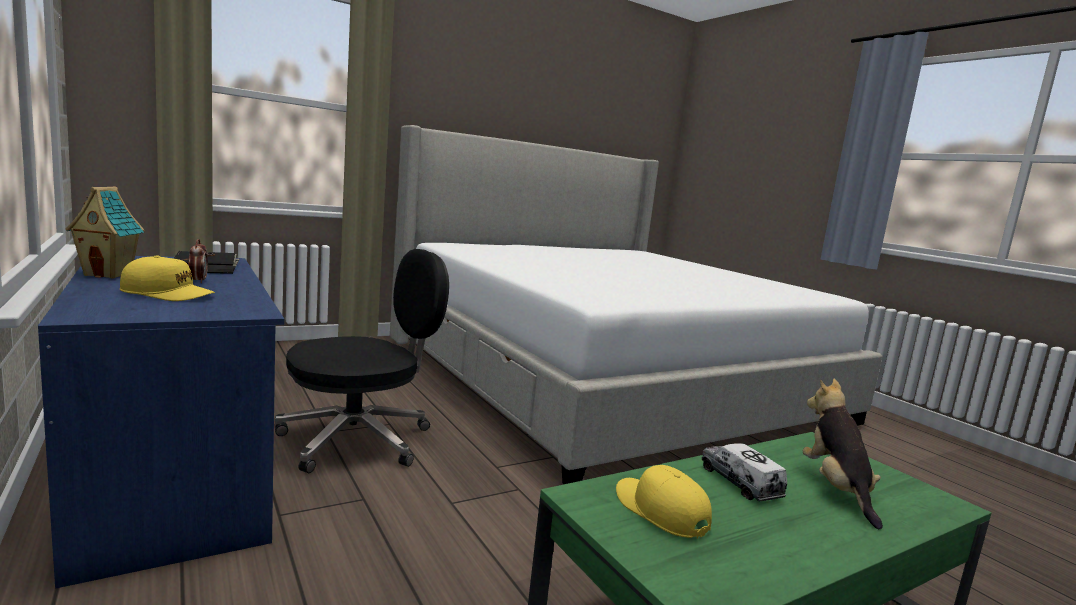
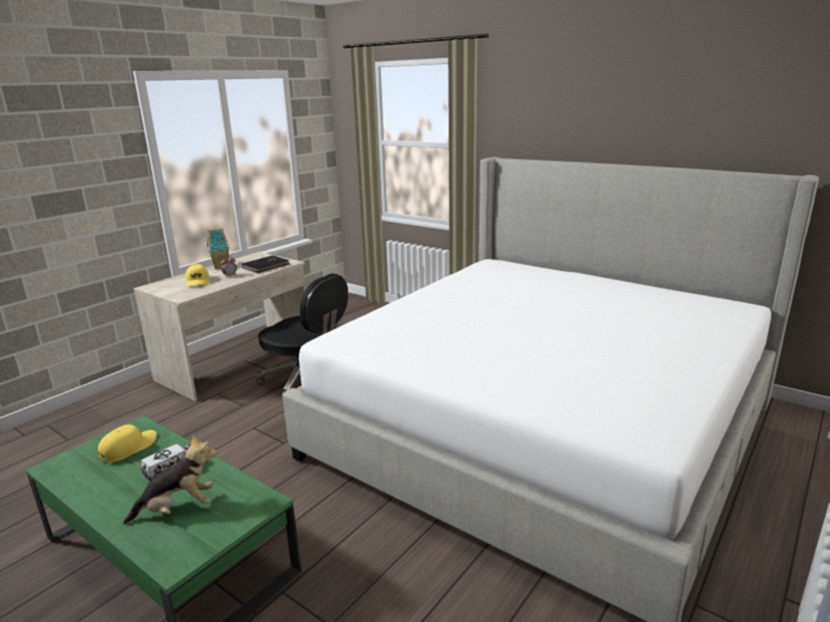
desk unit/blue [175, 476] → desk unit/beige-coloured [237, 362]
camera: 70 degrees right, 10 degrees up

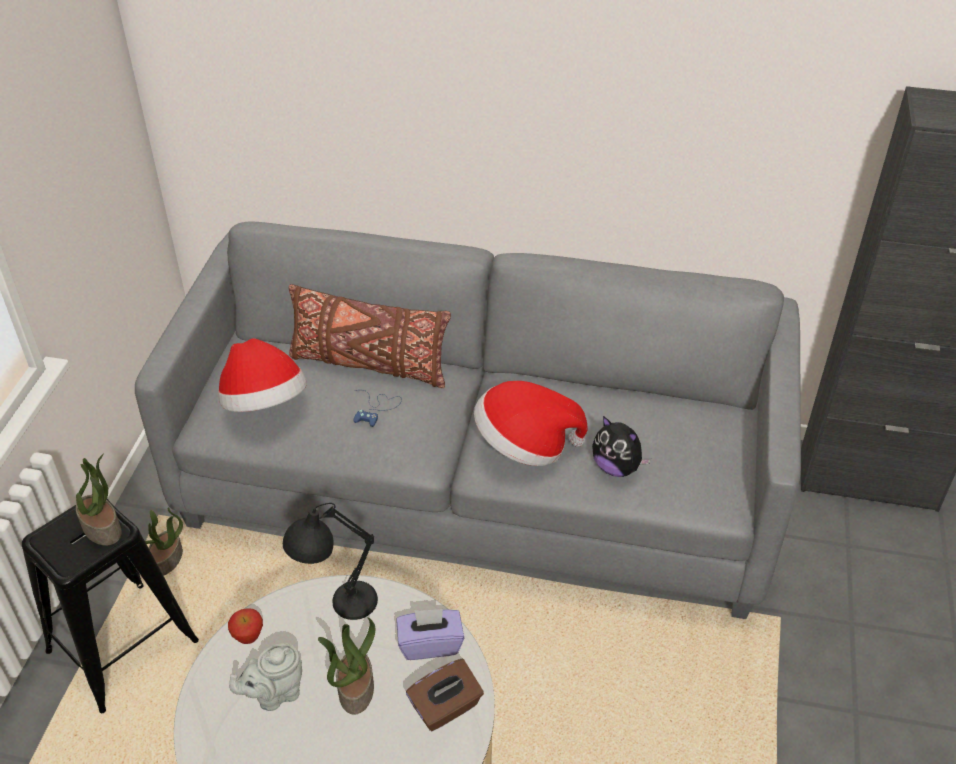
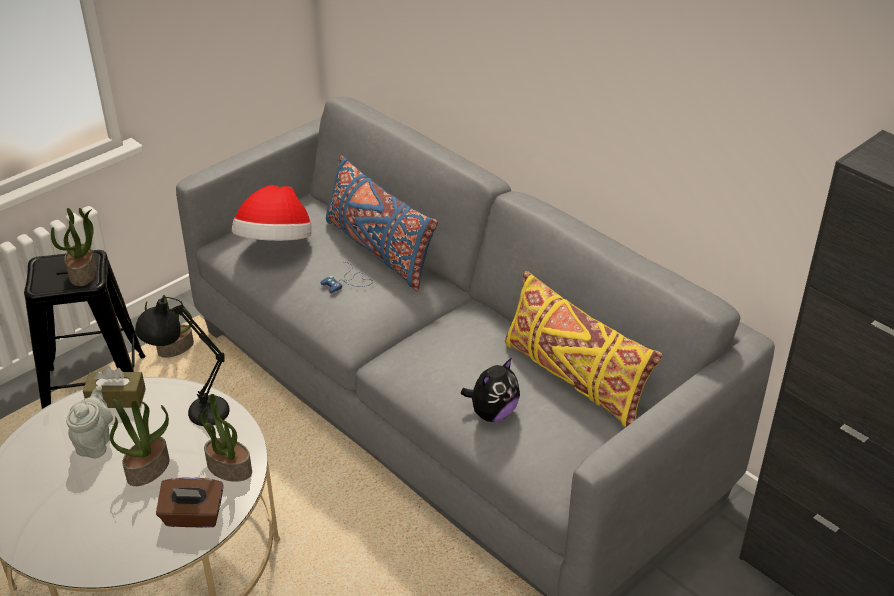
apple [248, 638] → box of tissues/brown [116, 398]
tea pot/greyish [274, 694] → tea pot/greyish [95, 442], 90 degrees clockwise
cushion/brown [369, 364] → cushion/blue [379, 250]
box of tissues/purplish [430, 644] → plant in a pot [228, 468]
wearable hat [525, 445] → -
plush toy [617, 467] → plush toy [492, 413], 120 degrees counterclockwise
- → cushion/yellowish [574, 379]
camera: 35 degrees right, 5 degrees down

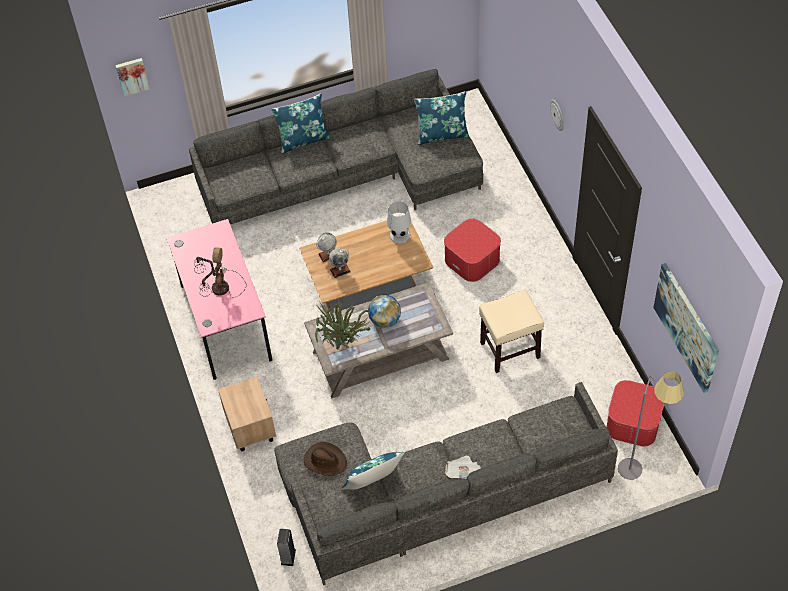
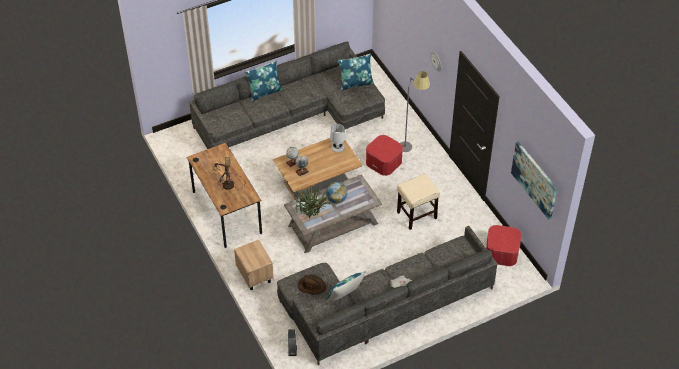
wall picture [132, 76] → -
desk unit/pinkish [225, 322] → desk unit/brown [227, 212]
standard lamp/greyish [641, 468] → standard lamp/greyish [411, 146], shifted
camera: 10 degrees left, 5 degrees down

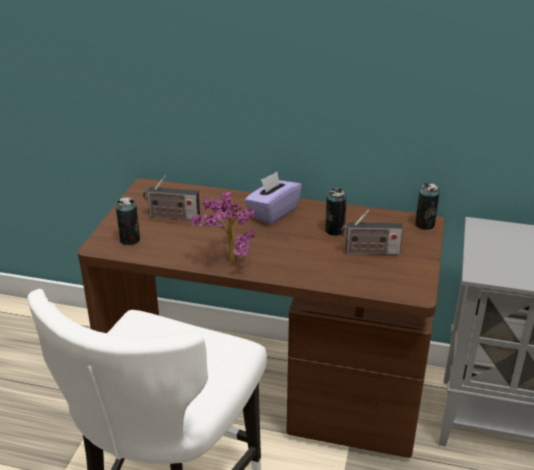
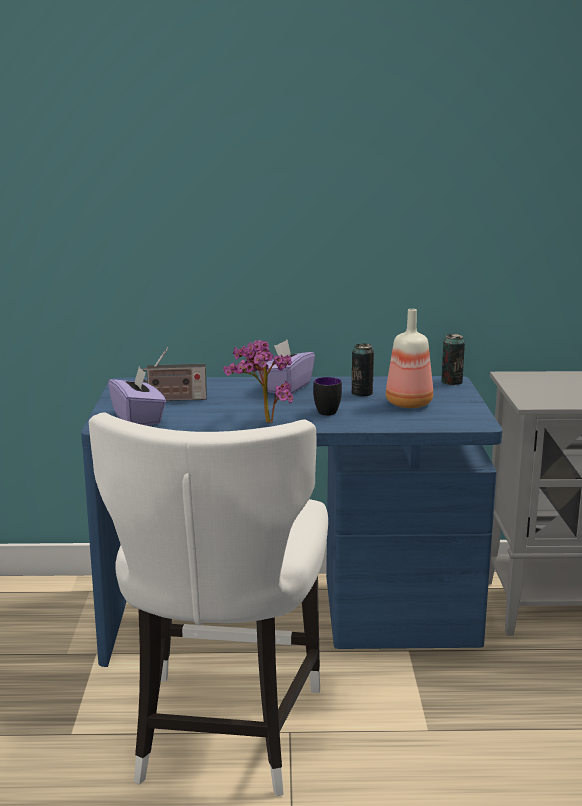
desk unit/brown [267, 389] → desk unit/blue [290, 617]
metal can [130, 240] → box of tissues/purplish [138, 418]
radio [369, 252] → drink bottle [409, 403]
- → mug [327, 411]
camera: 15 degrees left, 15 degrees down

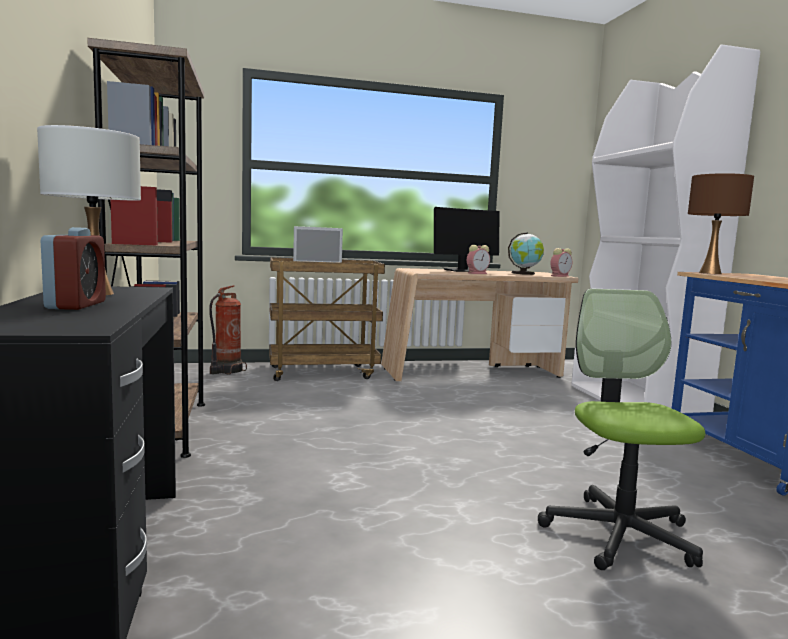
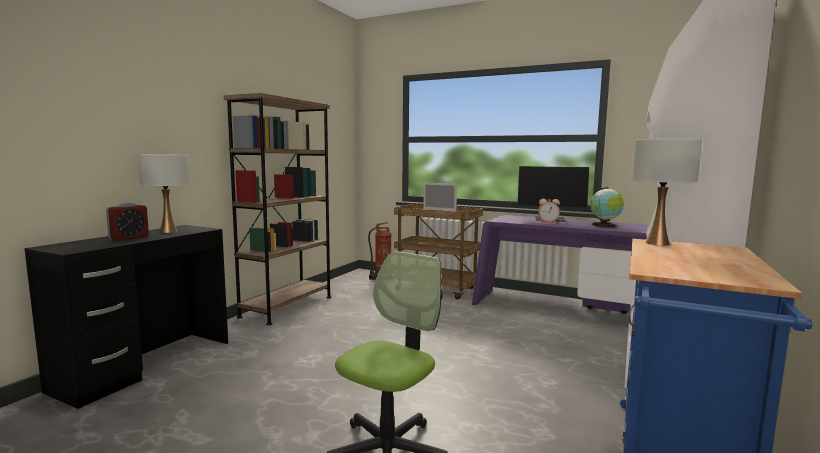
desk unit/beige-coloured [473, 373] → desk unit/purplish [554, 309]
table clock [560, 276] → -
table lamp/brown [710, 273] → table lamp/whitish [657, 243]
camera: 40 degrees right, 0 degrees up

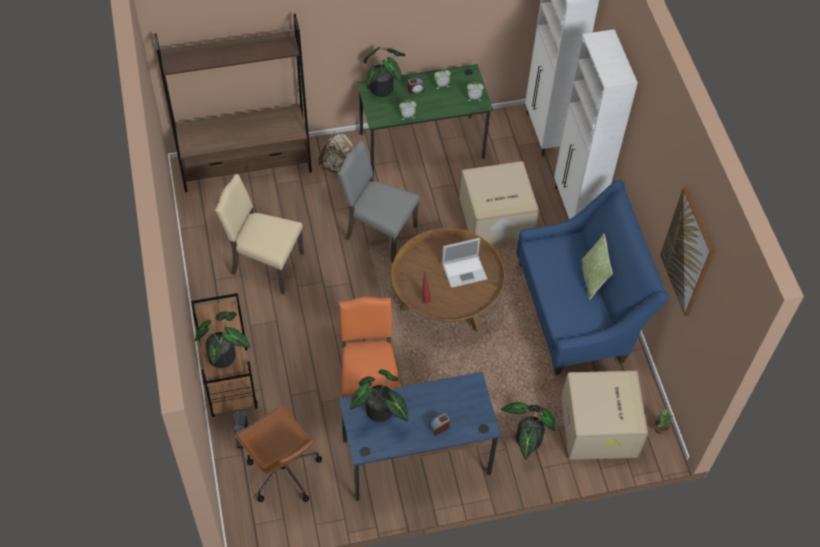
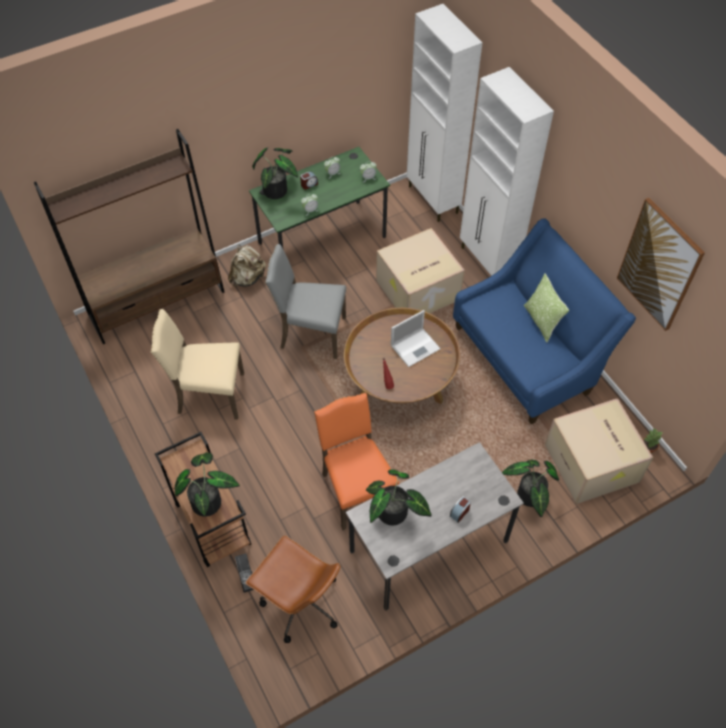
desk unit/blue [416, 457] → desk unit/greyish [429, 546]
camera: 15 degrees left, 0 degrees up

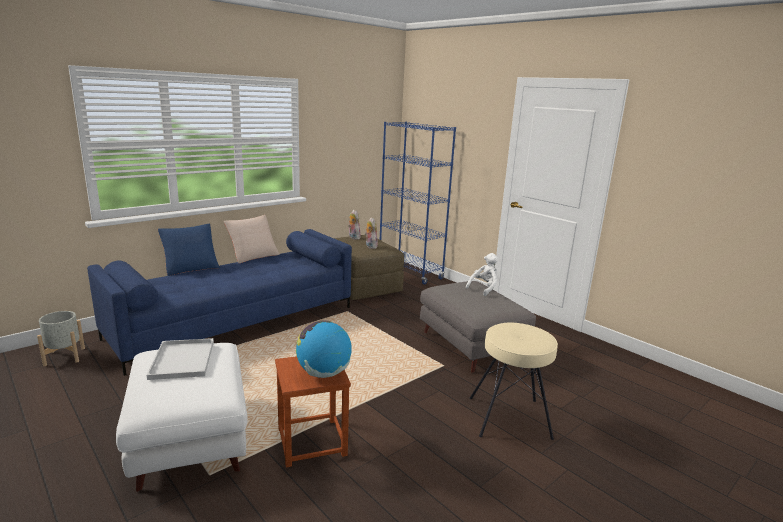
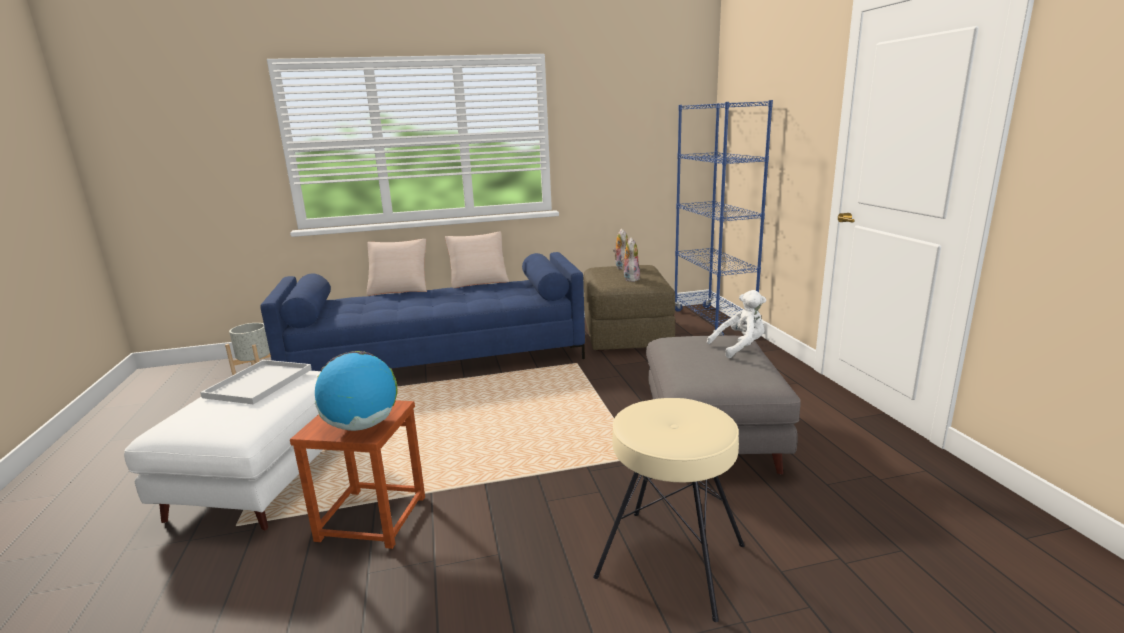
cushion/blue [191, 267] → cushion/beige-coloured [400, 289]
camera: 30 degrees right, 0 degrees up

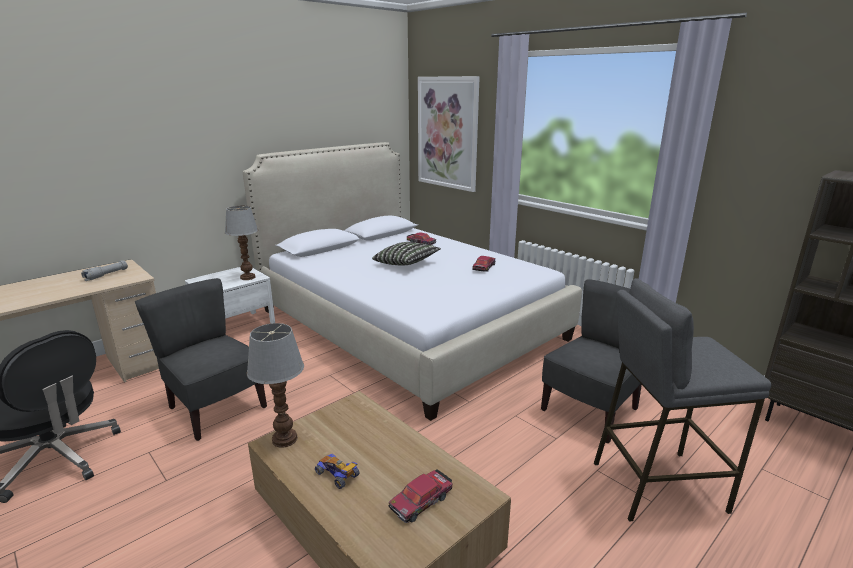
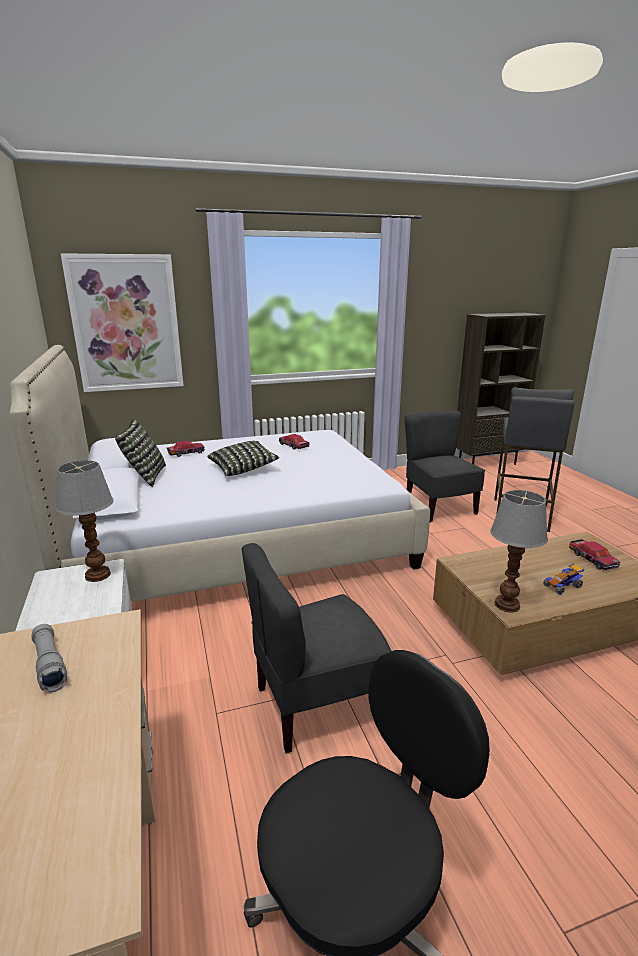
- → cushion [144, 476]
camera: 65 degrees left, 0 degrees up

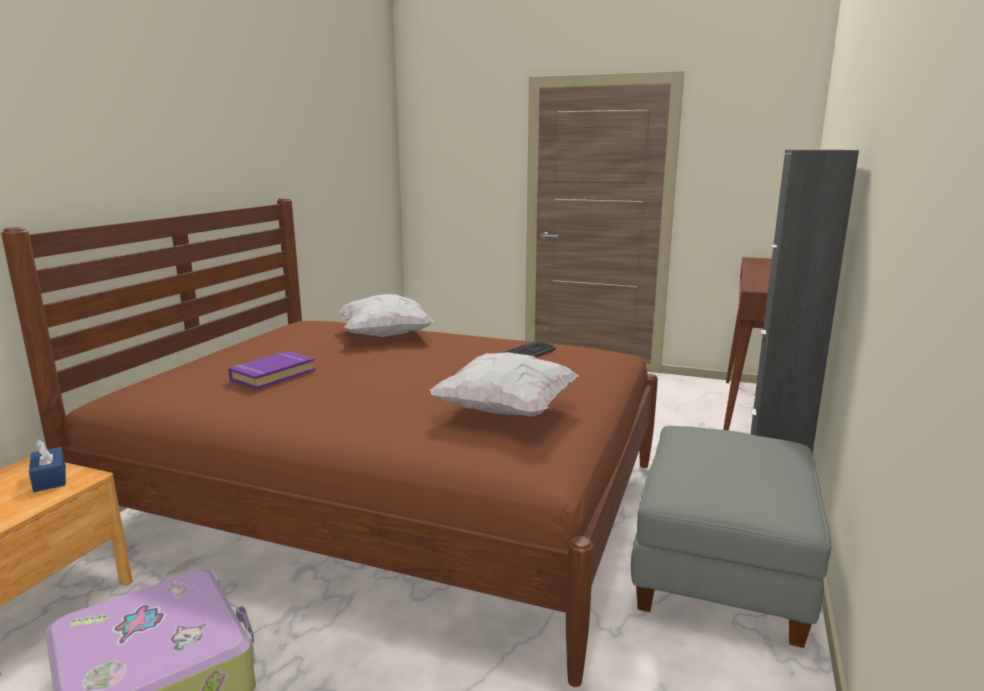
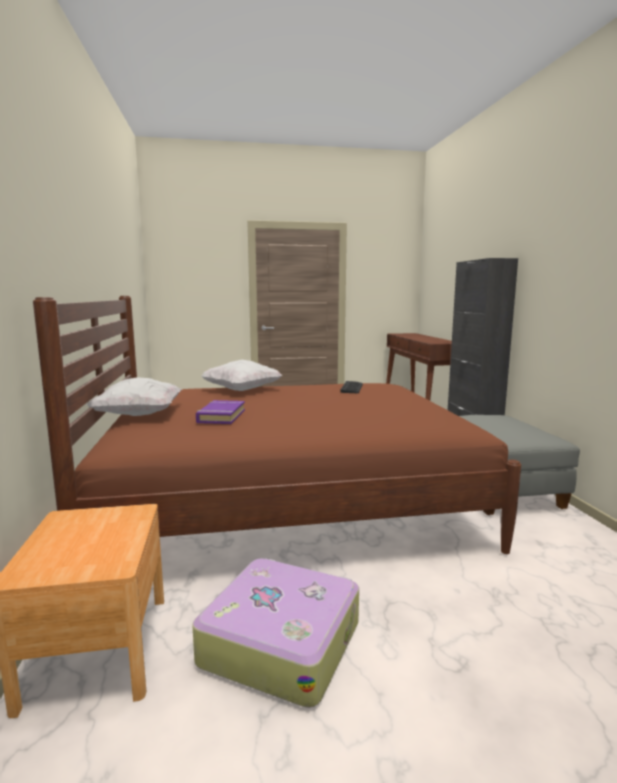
box of tissues/blue [50, 478] → -
cushion/whitish [506, 411] → cushion/whitish [139, 415], shifted
camera: 30 degrees left, 5 degrees down

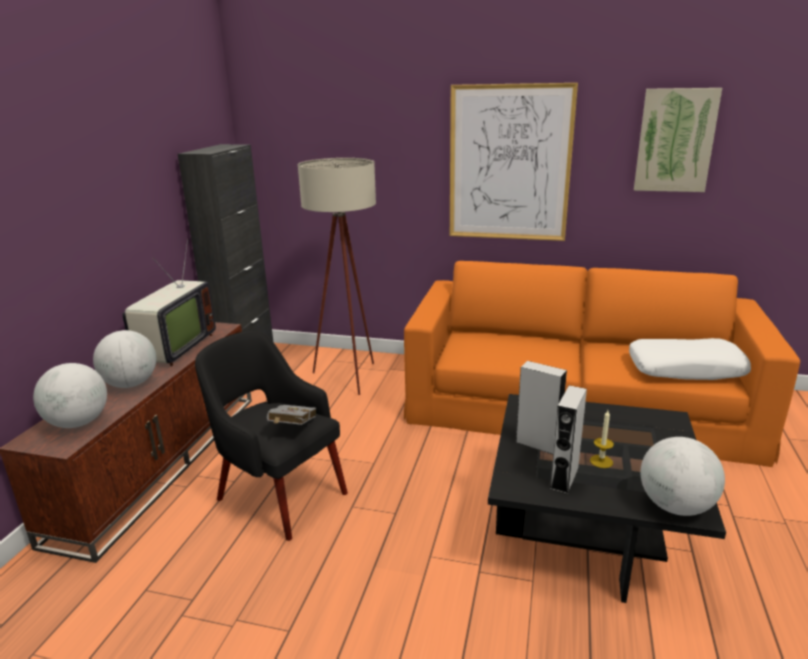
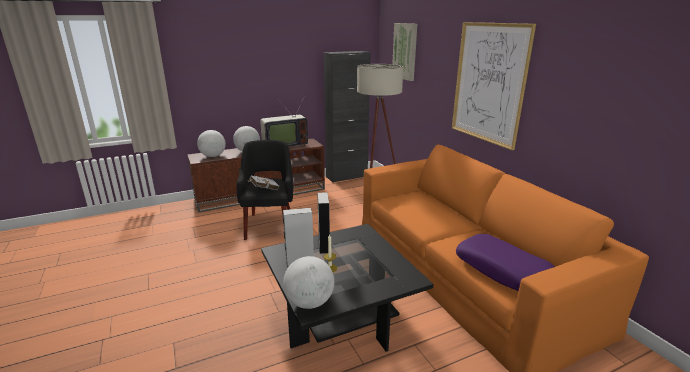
cushion/whitish [685, 369] → cushion/purplish [502, 270]
wall picture [675, 140] → wall picture [405, 51], shifted
camera: 50 degrees right, 0 degrees up

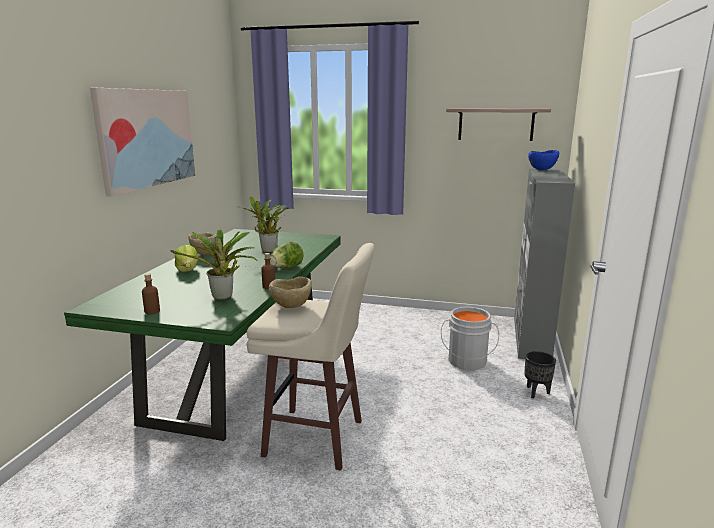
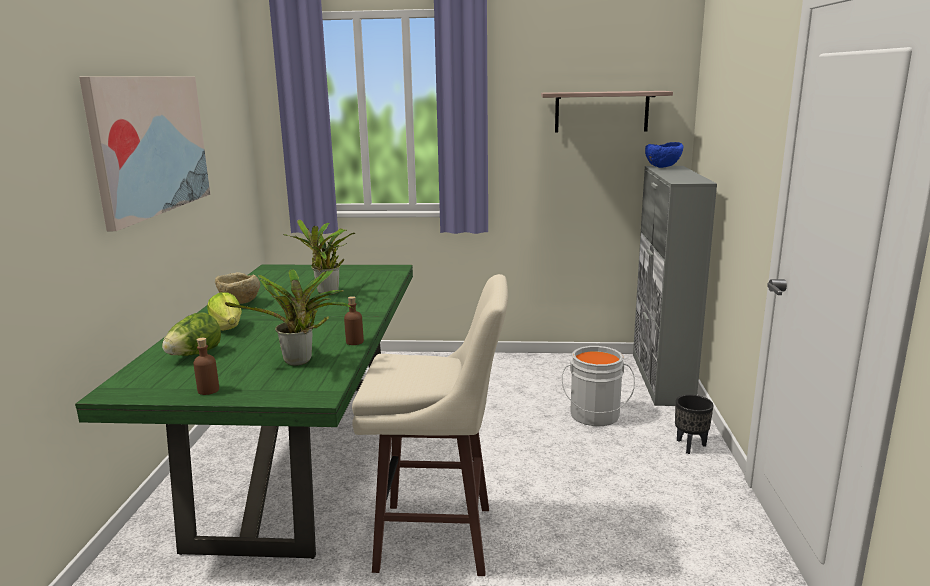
deep dish/beige-coloured [291, 307] → -
lettuce head [286, 268] → lettuce head [194, 354], shifted
camera: 10 degrees left, 0 degrees up

